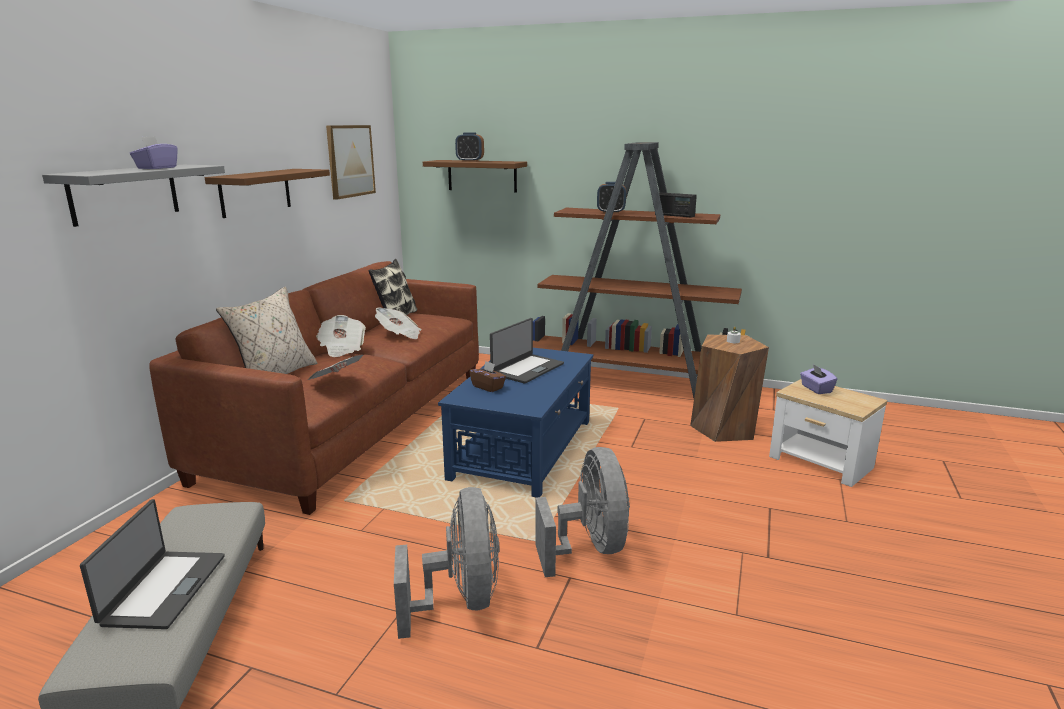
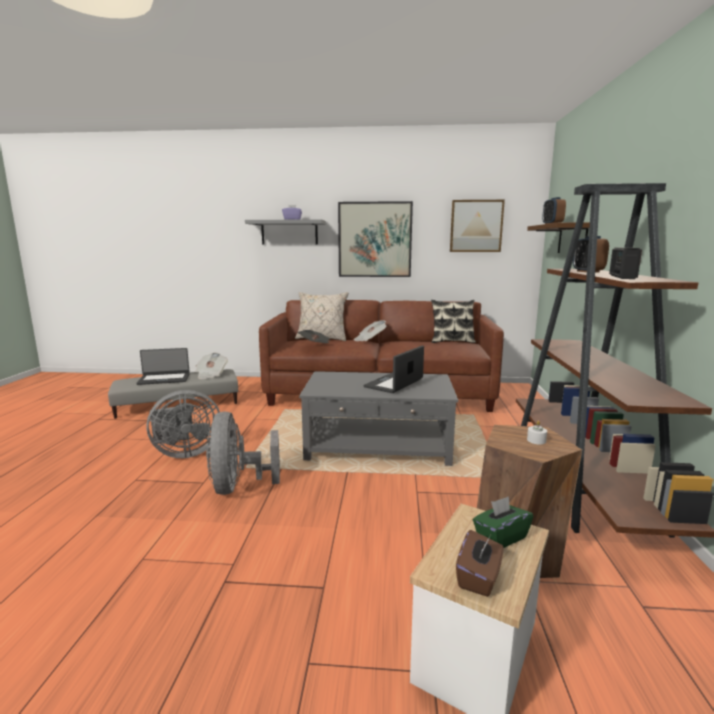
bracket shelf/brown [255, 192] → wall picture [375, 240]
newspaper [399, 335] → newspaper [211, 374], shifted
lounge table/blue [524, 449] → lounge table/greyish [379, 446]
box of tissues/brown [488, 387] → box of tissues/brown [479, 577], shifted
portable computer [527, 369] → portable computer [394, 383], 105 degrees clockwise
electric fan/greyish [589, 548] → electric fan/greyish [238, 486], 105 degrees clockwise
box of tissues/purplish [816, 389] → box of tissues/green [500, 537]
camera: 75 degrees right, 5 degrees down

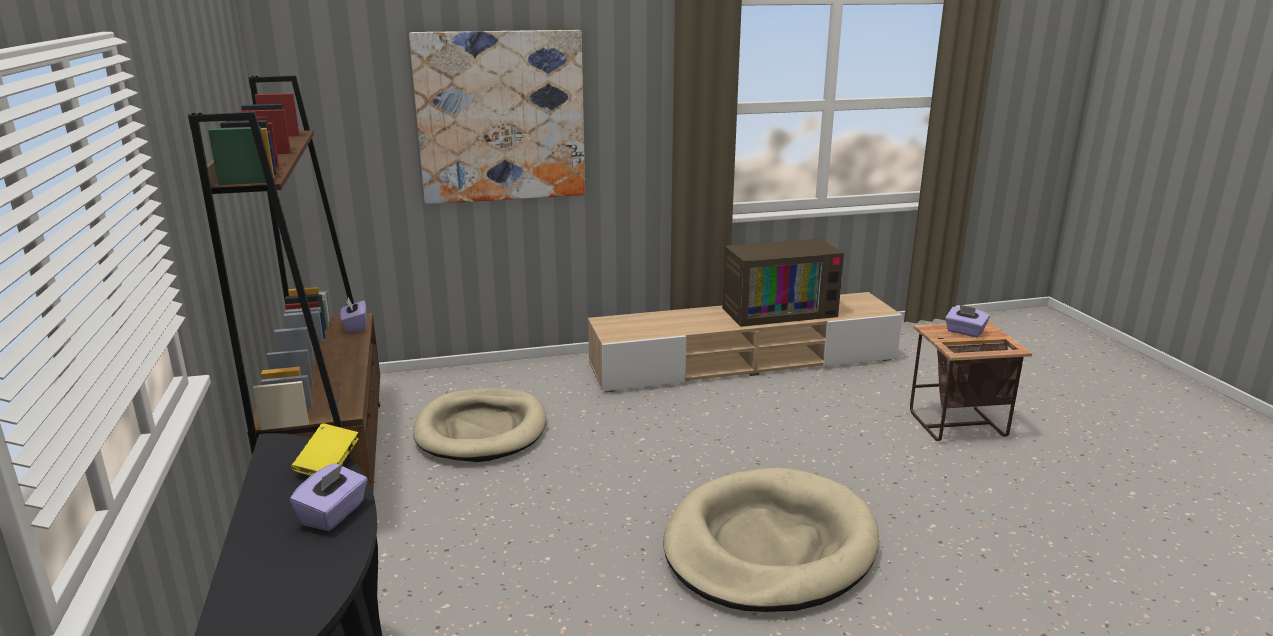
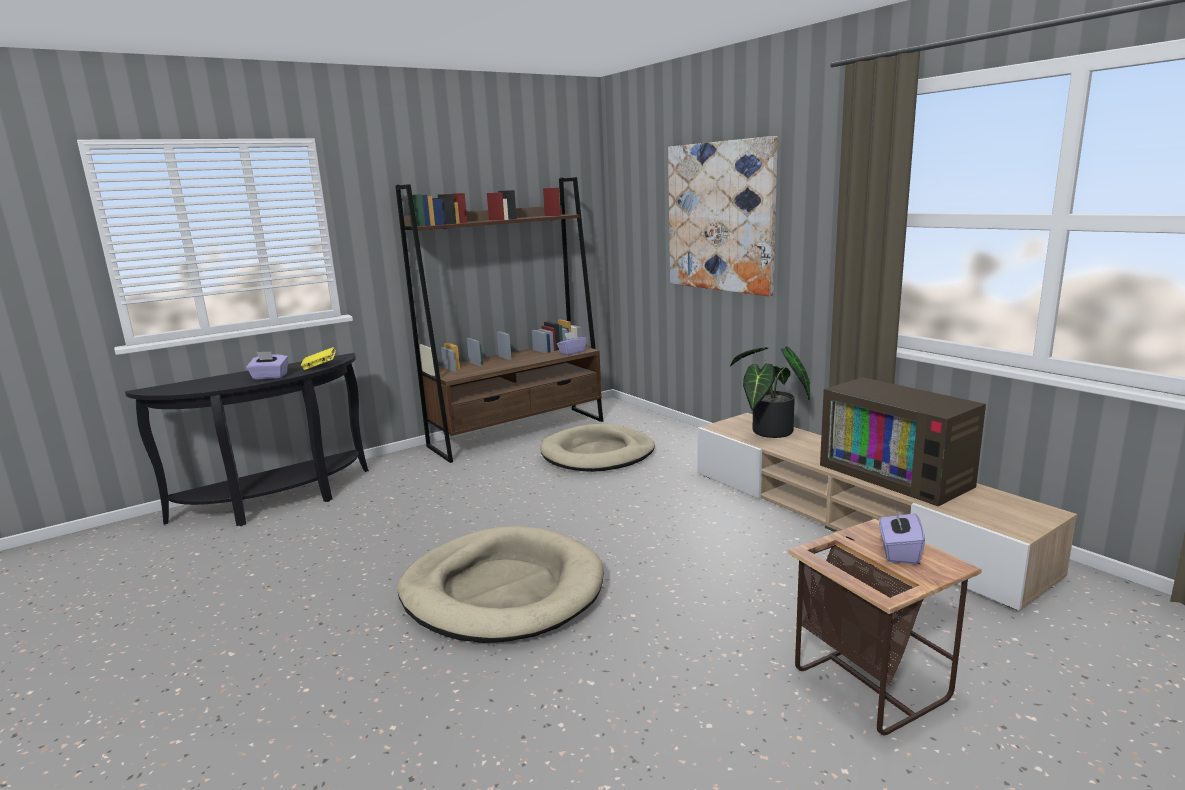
- → plant in a pot [768, 432]
camera: 70 degrees right, 5 degrees down

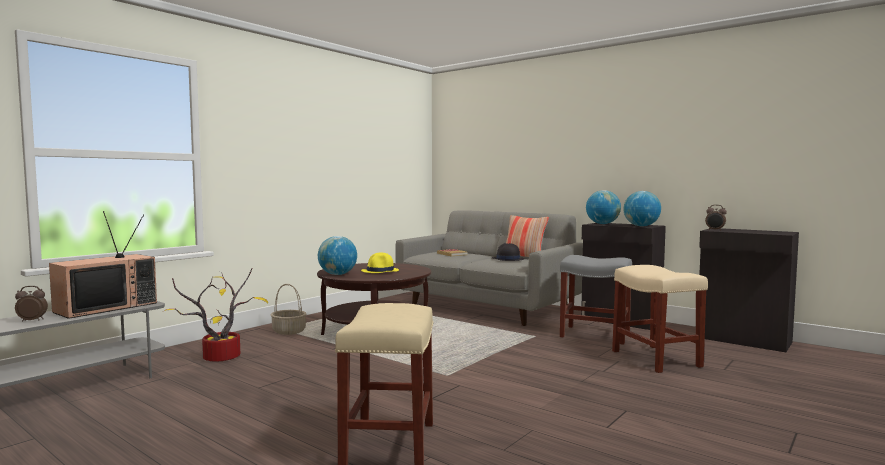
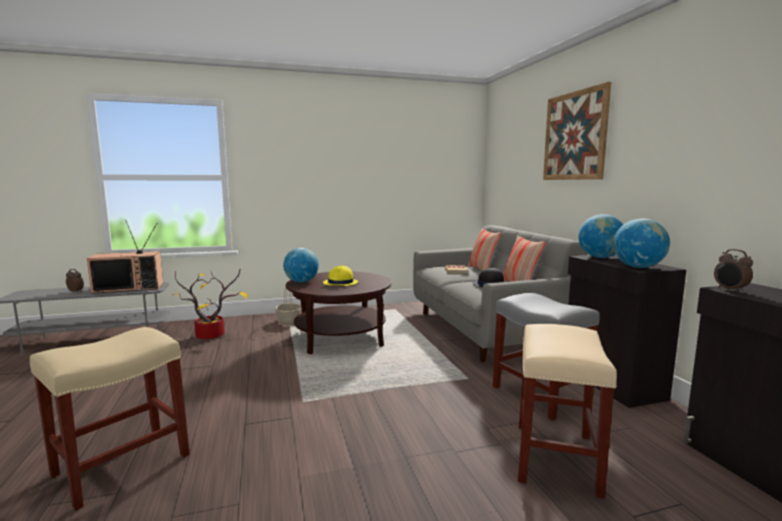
- → cushion [482, 269]
- → wall picture [574, 136]
camera: 35 degrees right, 5 degrees up

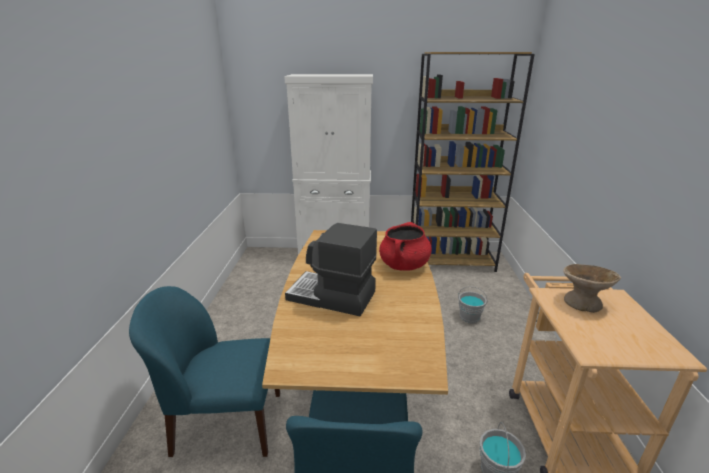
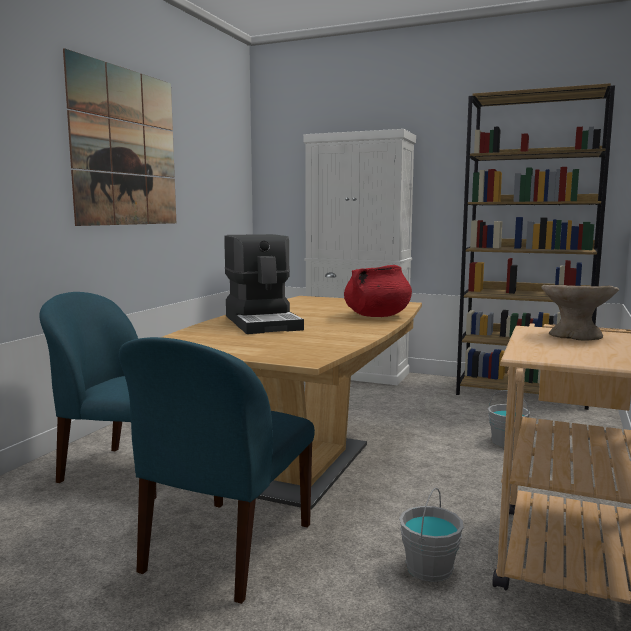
coffee maker [331, 296] → coffee maker [263, 323], 150 degrees counterclockwise
- → wall picture [125, 148]
camera: 20 degrees right, 15 degrees down

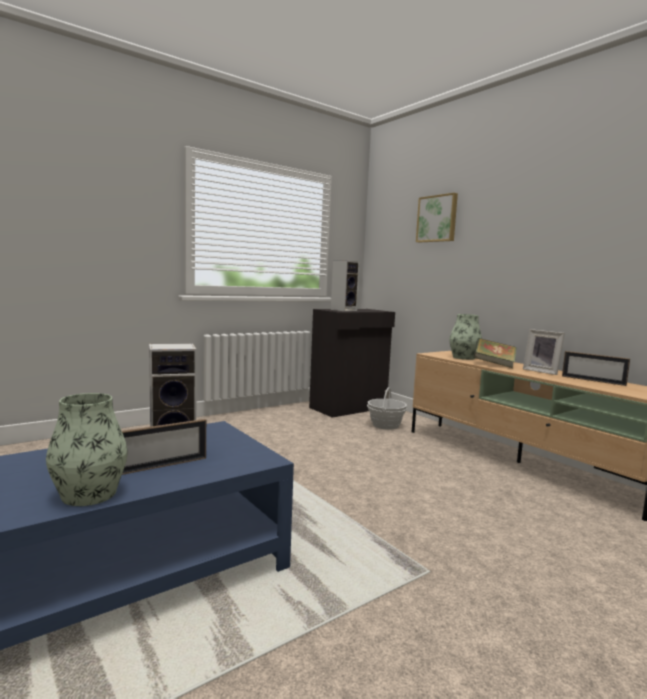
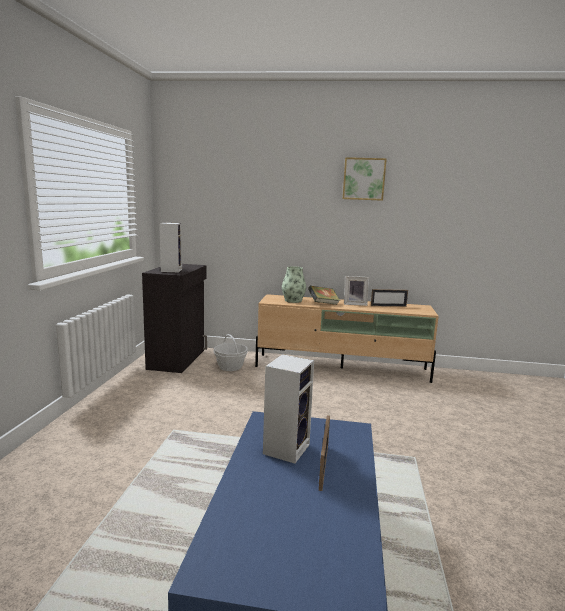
vase [89, 494] → -
wall picture [437, 219] → wall picture [364, 179], shifted
camera: 45 degrees left, 5 degrees up

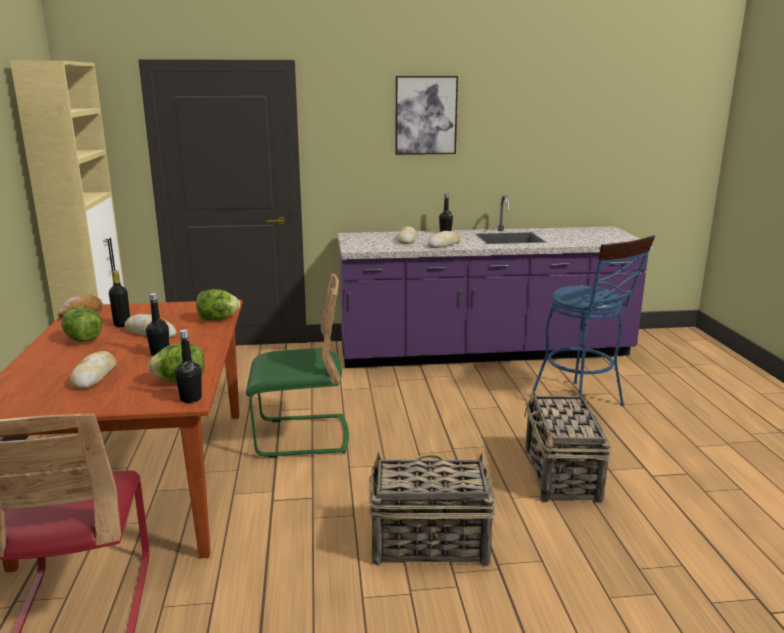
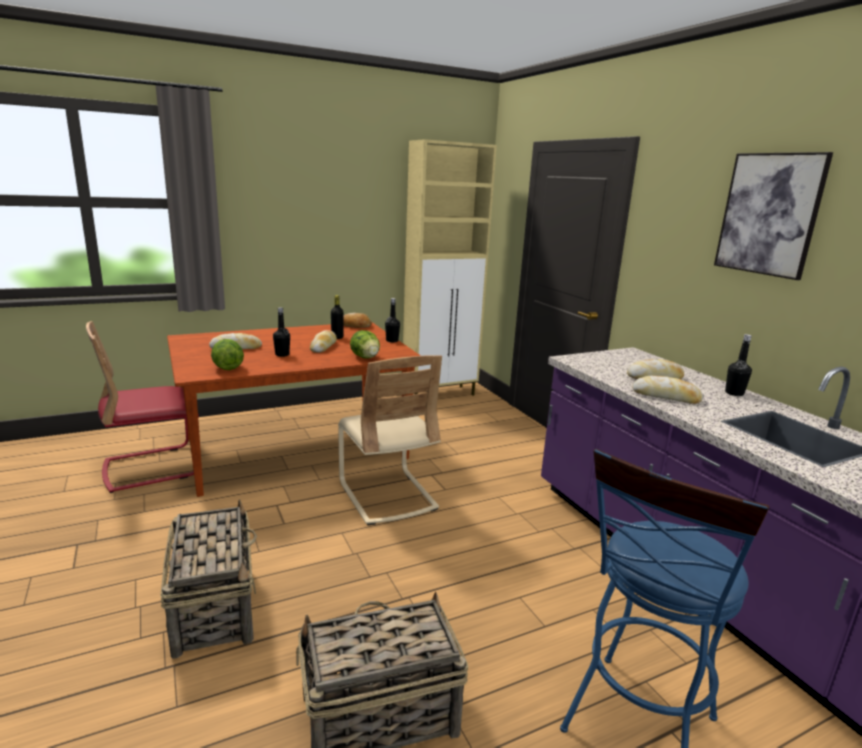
lettuce head [83, 339] → -
drink bottle/black-coloured [191, 399] → drink bottle/black-coloured [392, 341], shifted
upright chair/green [301, 436] → upright chair/beige-coloured [387, 495]
camera: 70 degrees right, 0 degrees up

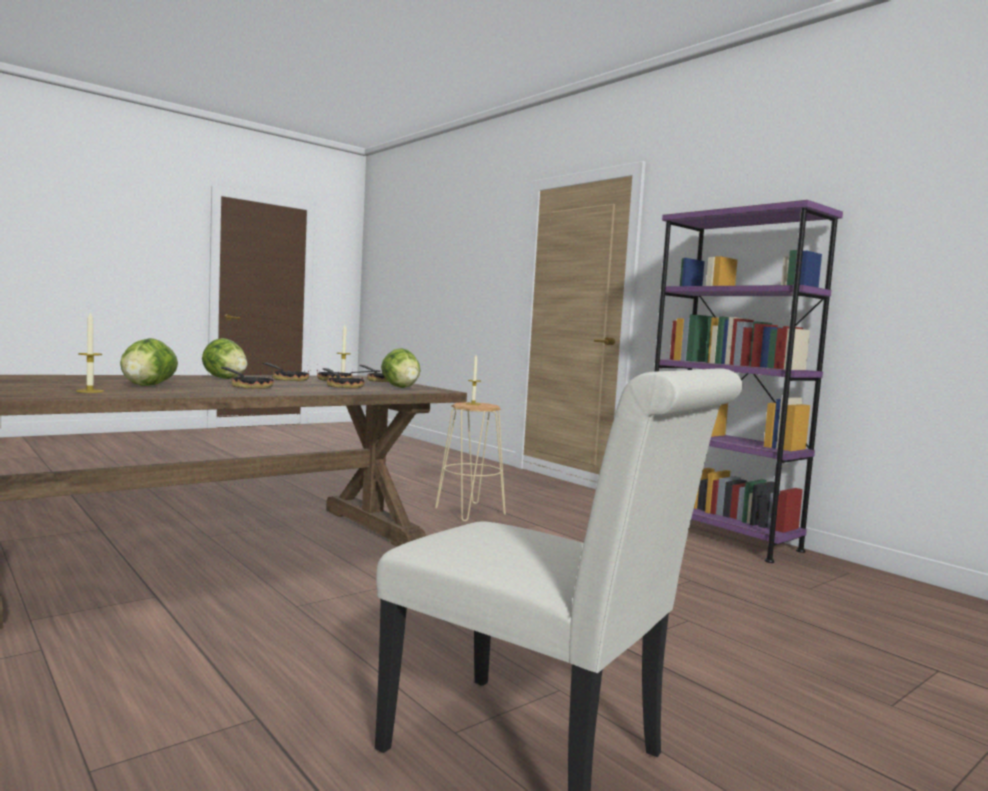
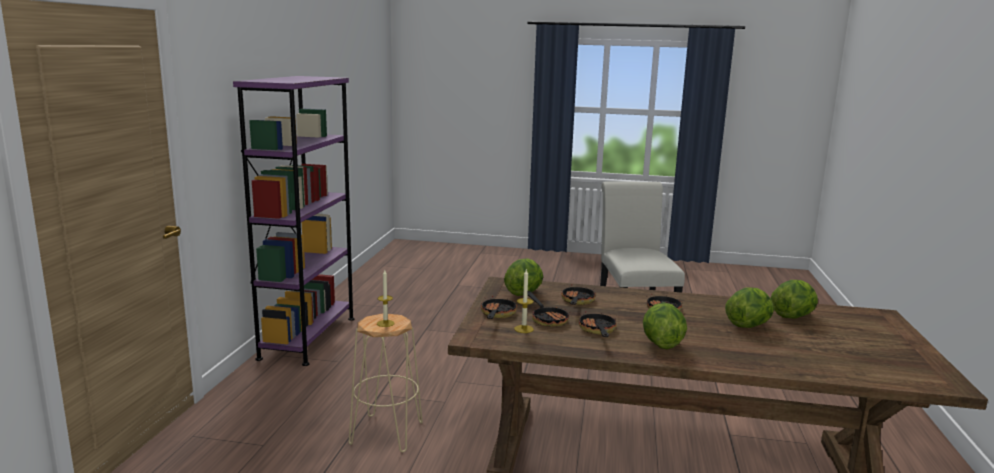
wax candle [90, 391] → lettuce head [793, 316]
camera: 130 degrees left, 10 degrees up

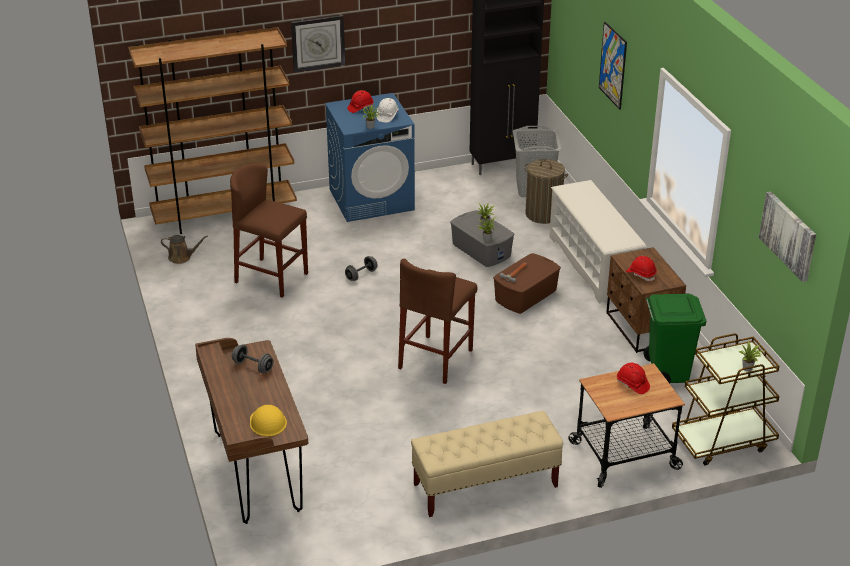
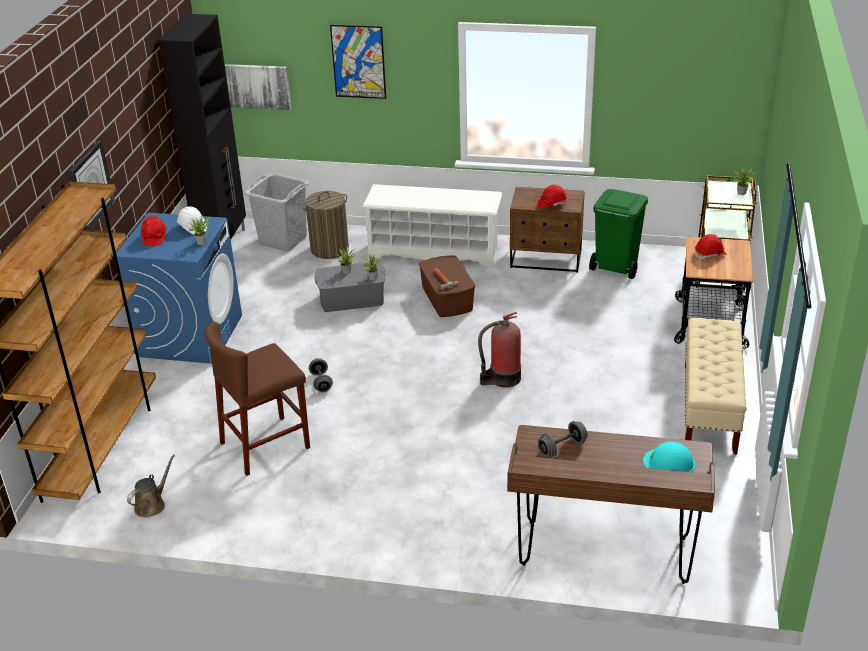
work helmet/yellowish [268, 422] → work helmet/turquoise-coloured [669, 462]
stool/brown [436, 359] → extinguisher [502, 379]
wall picture [788, 235] → wall picture [256, 86], shifted
camera: 60 degrees left, 0 degrees up

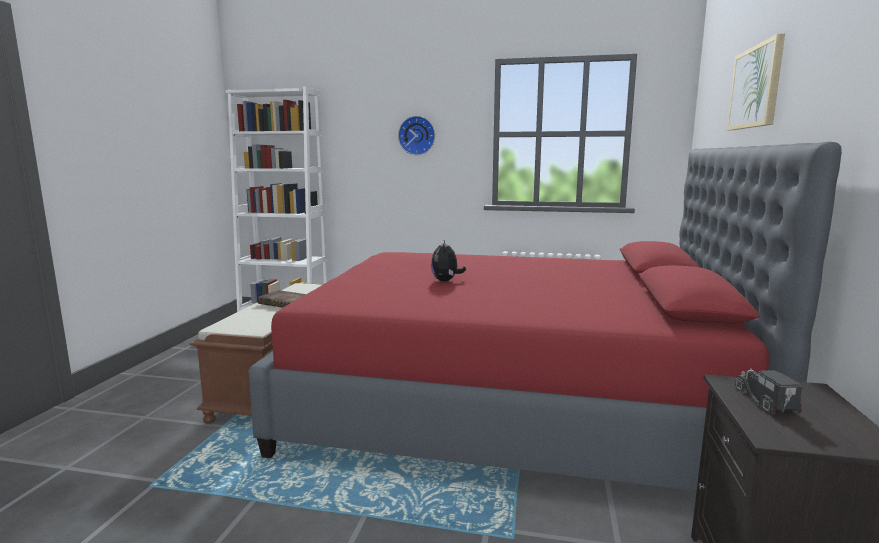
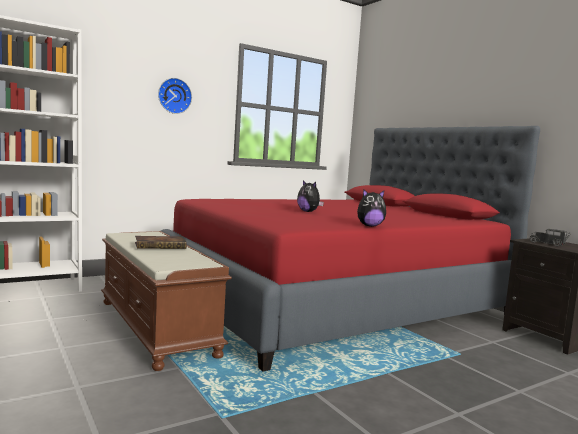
wall picture [756, 87] → -
- → plush toy [369, 226]
camera: 45 degrees left, 5 degrees down

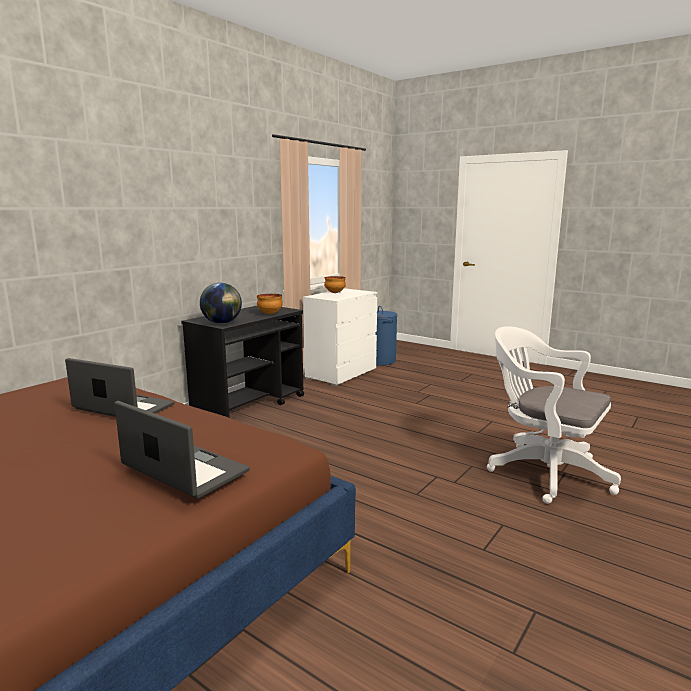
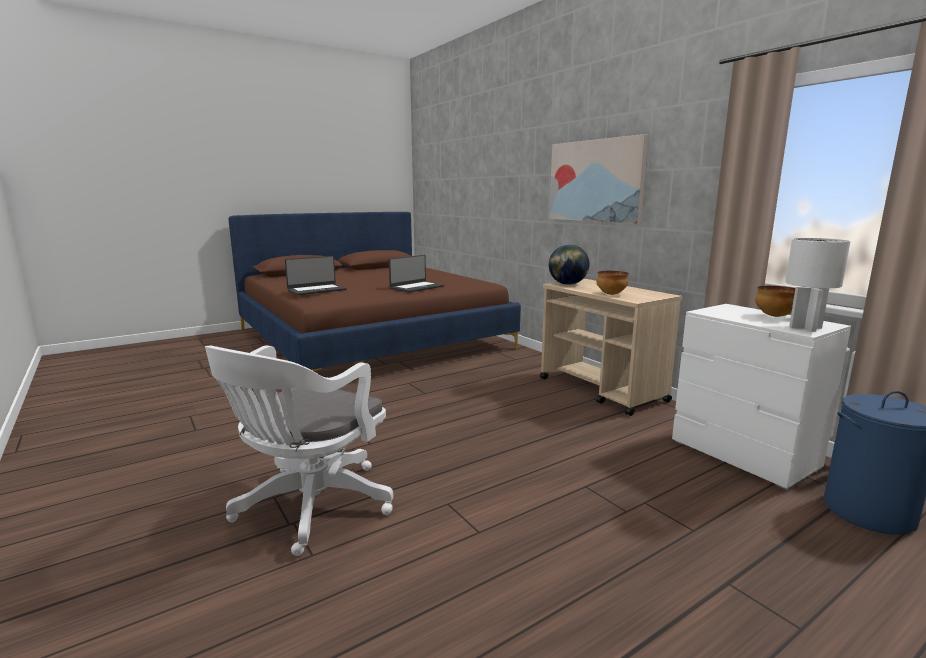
wheeled cart/black-coloured [249, 405] → wheeled cart/beige-coloured [602, 390]
computer chair/whitish [543, 472] → computer chair/whitish [309, 508], 150 degrees clockwise
- → wall picture [595, 181]
- → table lamp/whitish [805, 327]
camera: 110 degrees right, 0 degrees up

